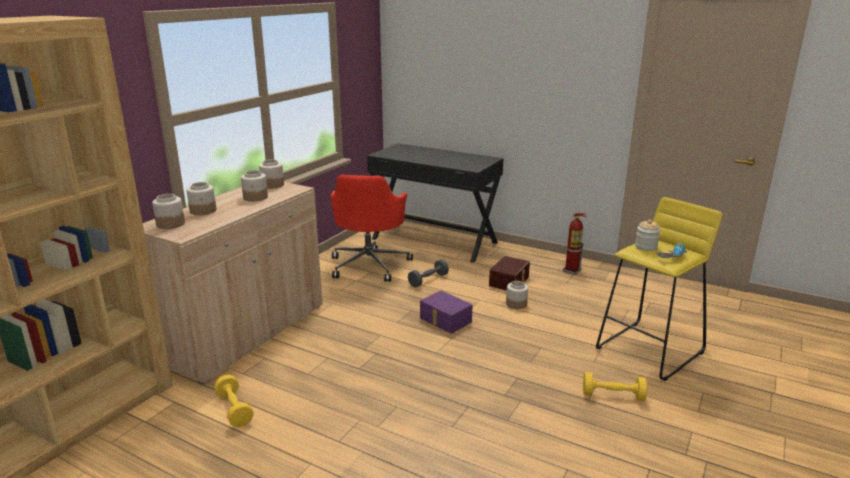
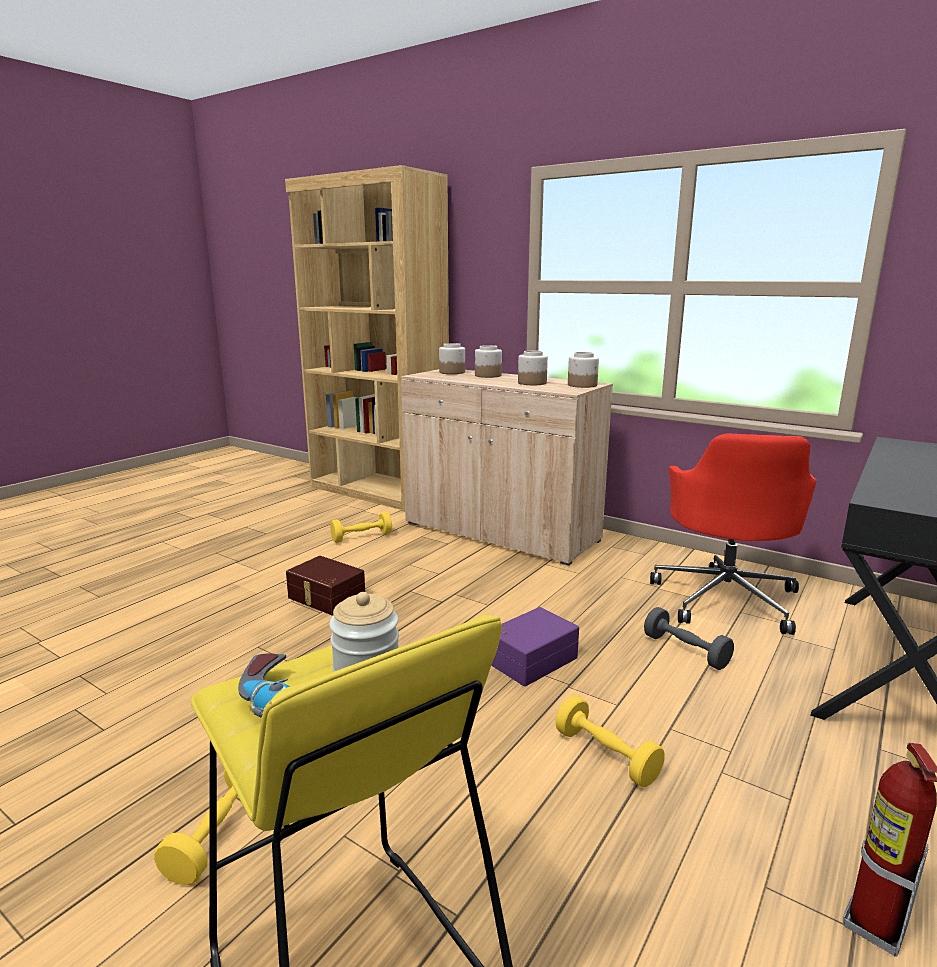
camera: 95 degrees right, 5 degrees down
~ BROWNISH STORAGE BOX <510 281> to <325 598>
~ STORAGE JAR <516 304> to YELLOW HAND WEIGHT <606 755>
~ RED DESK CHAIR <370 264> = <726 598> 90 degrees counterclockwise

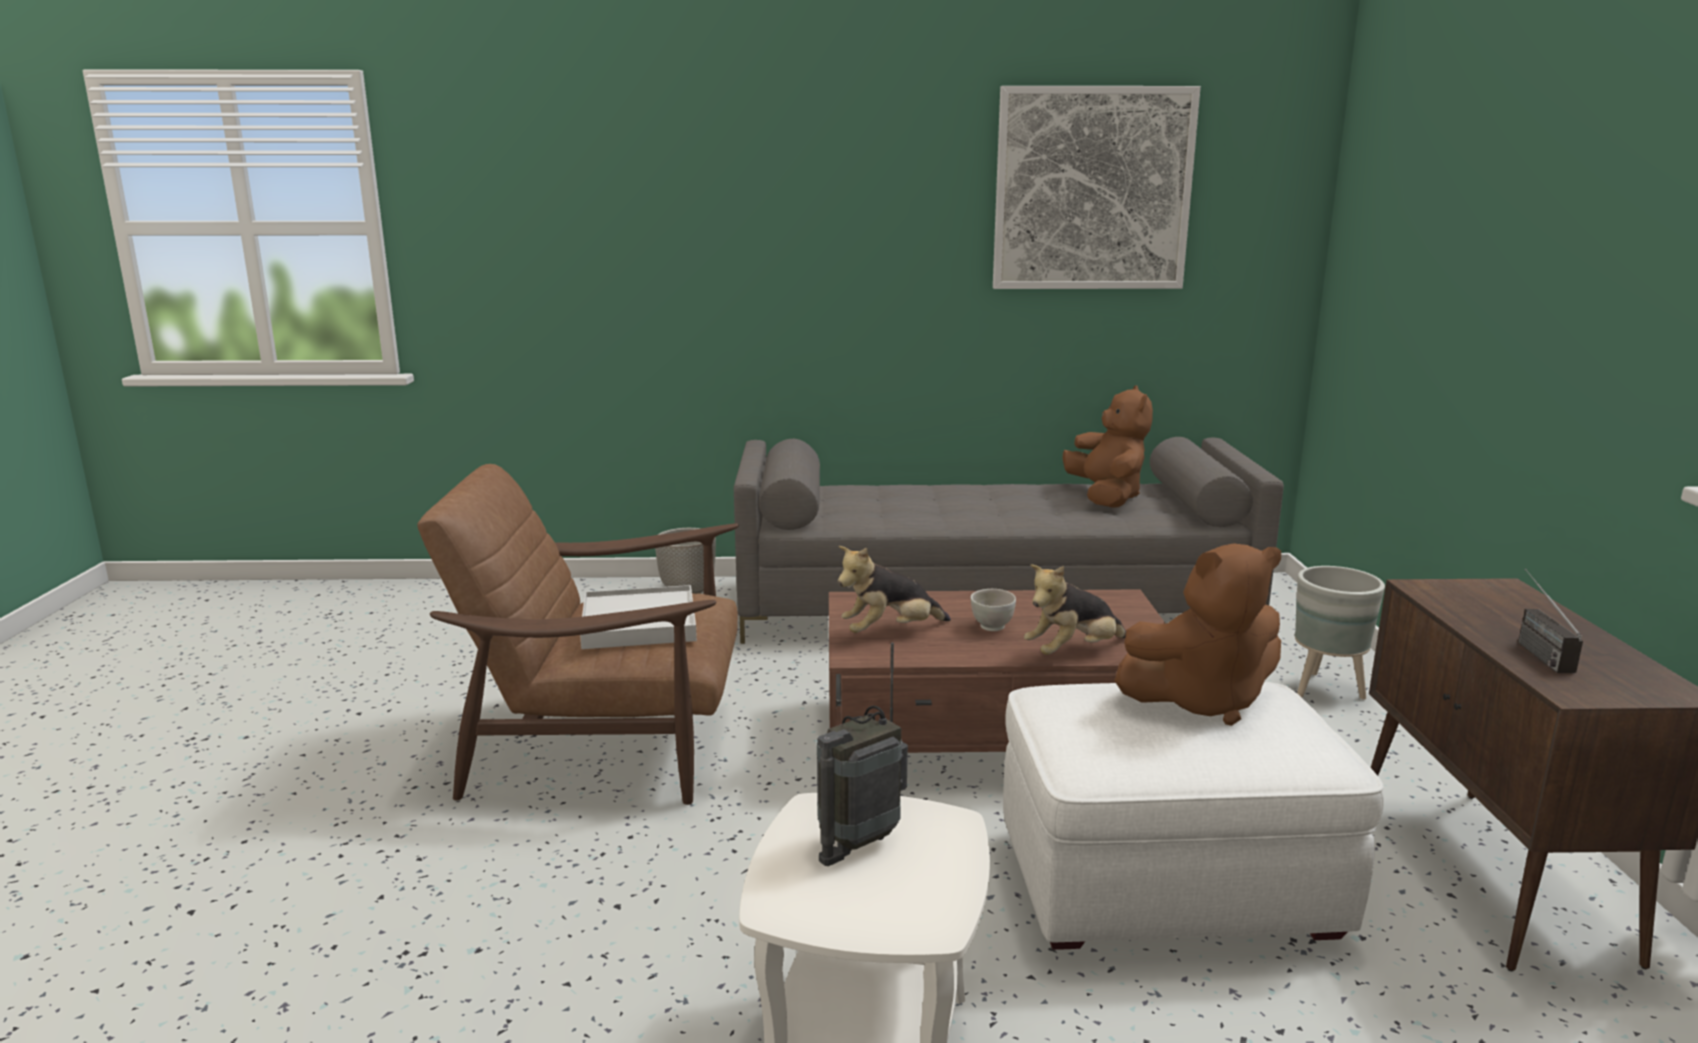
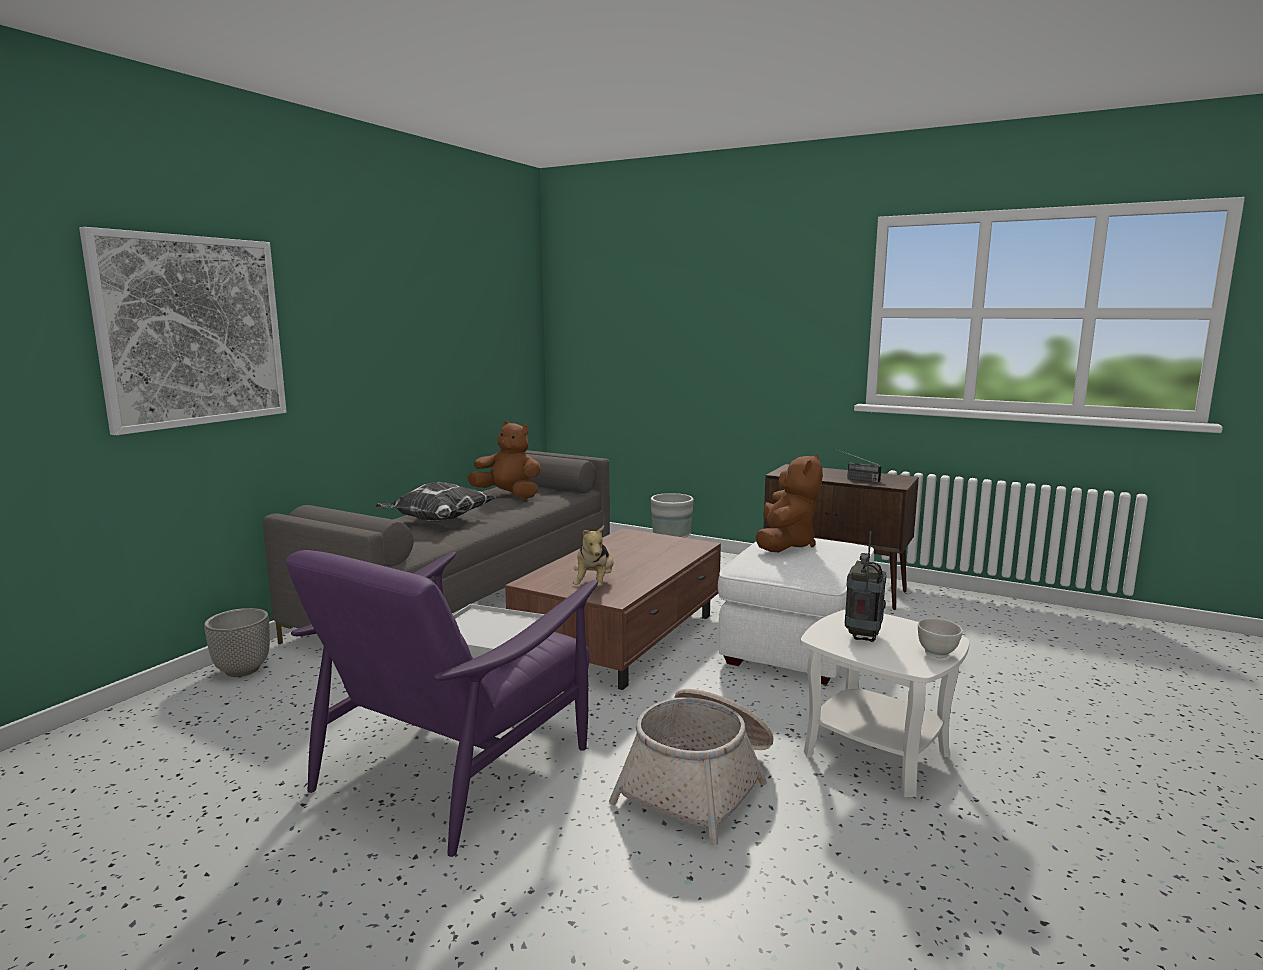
camera: 60 degrees left, 5 degrees down
- CUDDLY TOY <1073 652>
+ THROW PILLOW <437 521>
+ STORAGE BASKET <700 783>
~ WHITISH BOWL <992 627> to <937 654>
~ PICTURE <1092 189> to <193 331>
~ BROWNISH ARMCHAIR <607 744> to PURPLE-COLOURED ARMCHAIR <457 762>
~ RADIO RECEIVER <858 842> = <863 636> 150 degrees counterclockwise

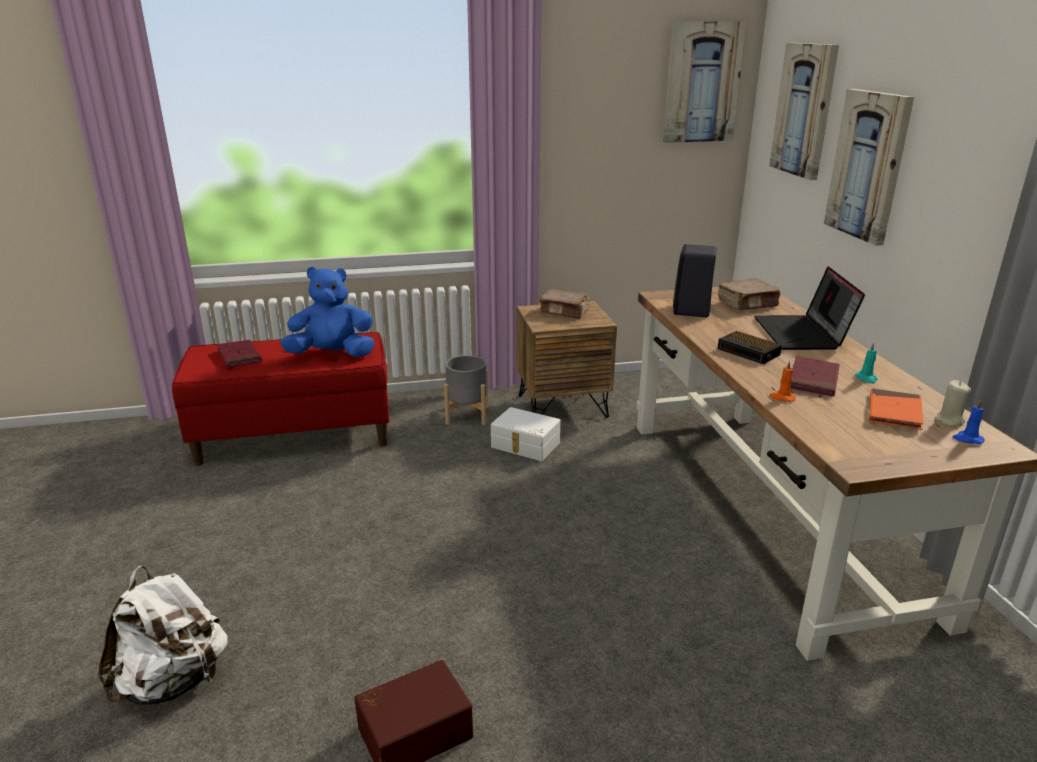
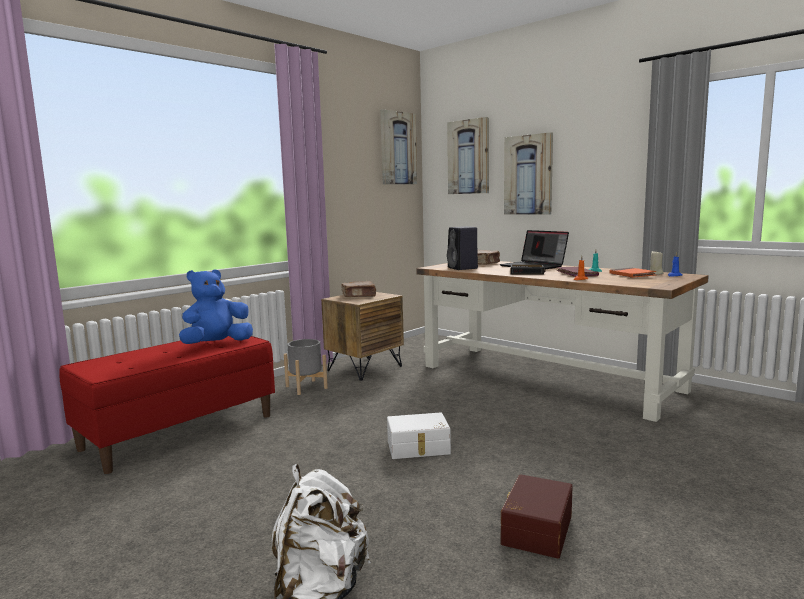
camera: 35 degrees left, 15 degrees down
- RED BOOK <239 356>
~ WHITISH STORAGE BOX <525 445> to <418 448>

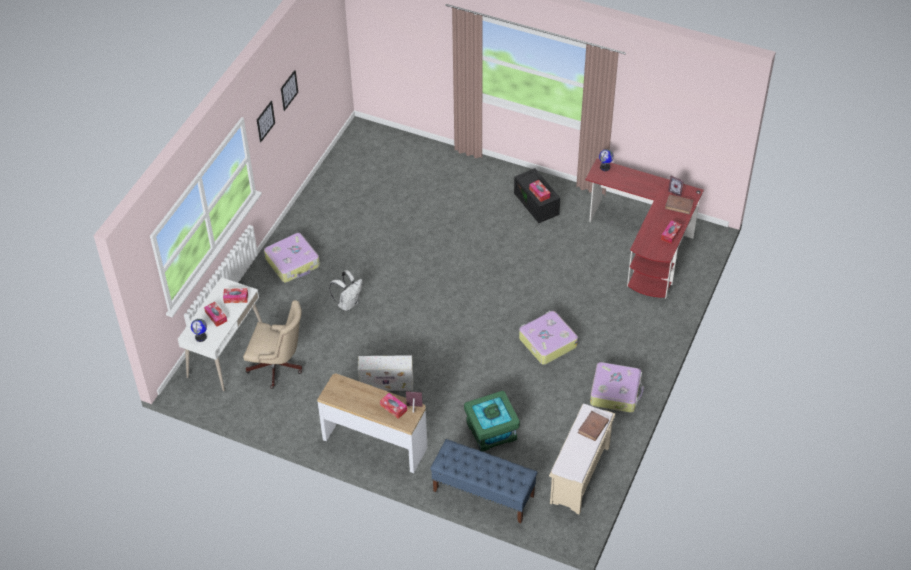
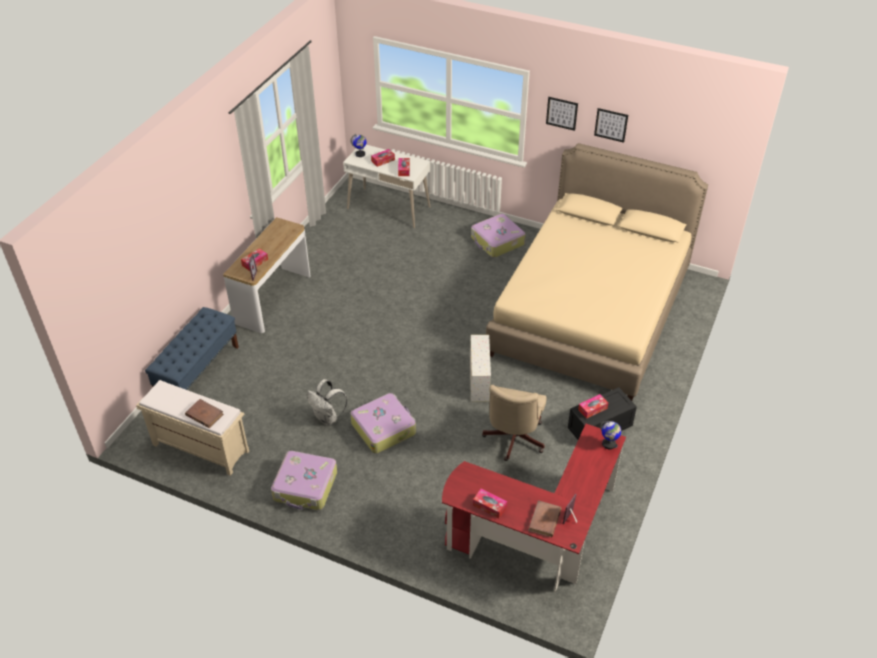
camera: 90 degrees right, 5 degrees down
- GREEN STORAGE BOX <491 431>
+ BEIGE-COLOURED SLEEPING BED <590 312>
~ BEIGE-COLOURED DESK CHAIR <278 367> to <513 440>
~ WHITISH KNAPSACK <348 303> to <328 418>
~ WHITISH STORAGE BOX <387 383> to <479 381>

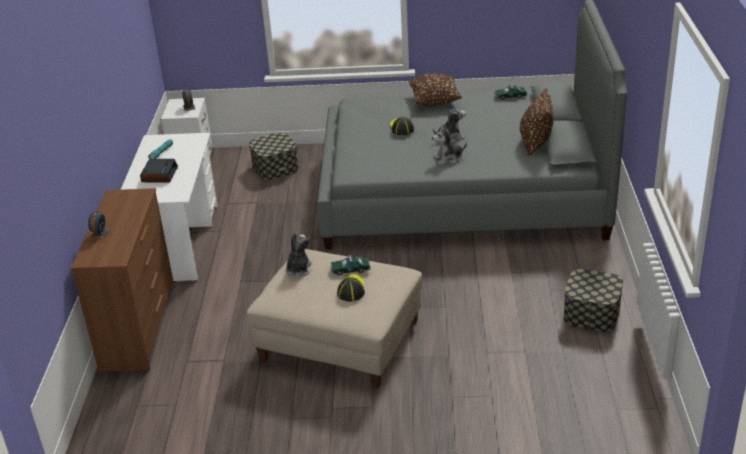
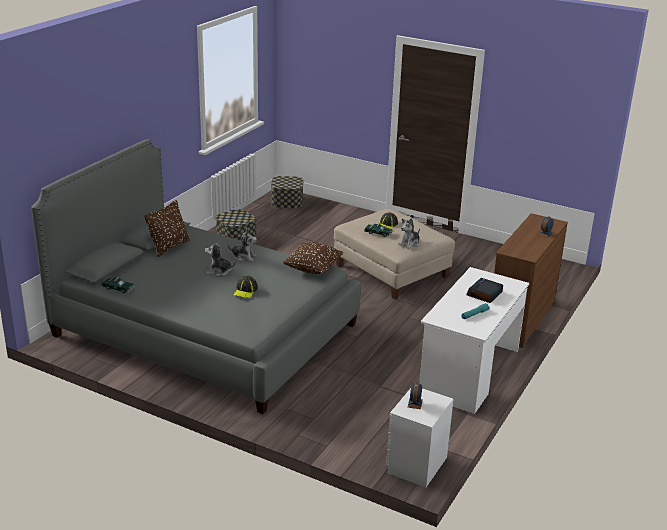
camera: 155 degrees left, 5 degrees down
~ STORAGE BOX <275 168> to <287 201>
~ BROWNISH THROW PILLOW <434 102> to <313 269>

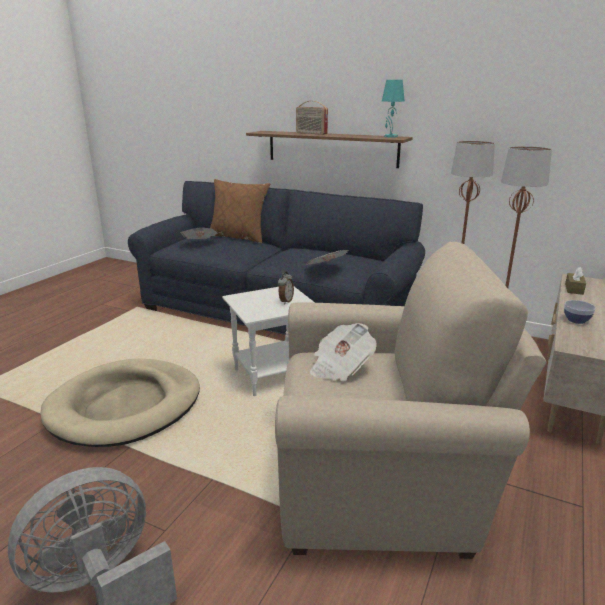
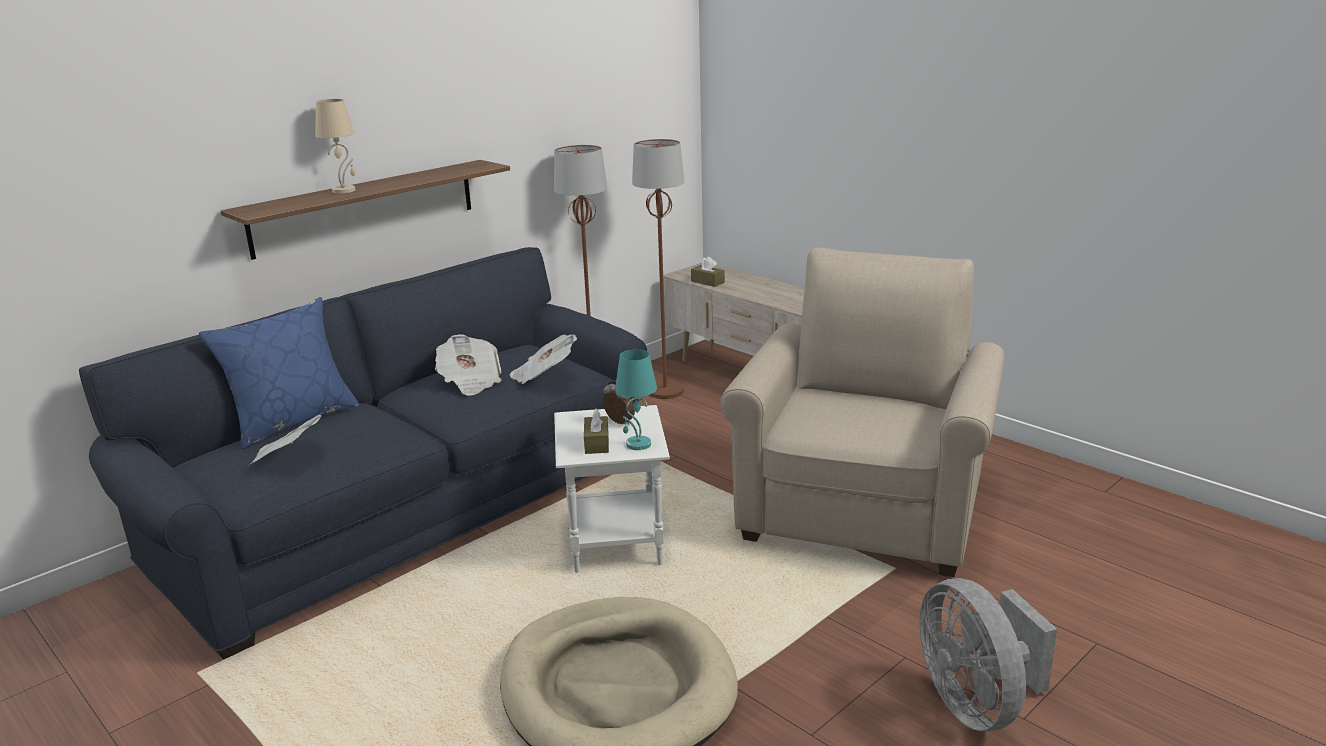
camera: 70 degrees left, 0 degrees up
- BOWL <576 320>
+ BROWNISH BOX OF TISSUES <596 443>
~ NEWSPAPER <340 367> to <470 382>
~ BLUE-GREEN LAMP FOR A TABLE <390 136> to <638 444>
~ RADIO RECEIVER <311 133> to BEIGE-COLOURED LAMP FOR A TABLE <344 190>
~ BROWNISH THROW PILLOW <238 237> to BLUISH THROW PILLOW <292 421>

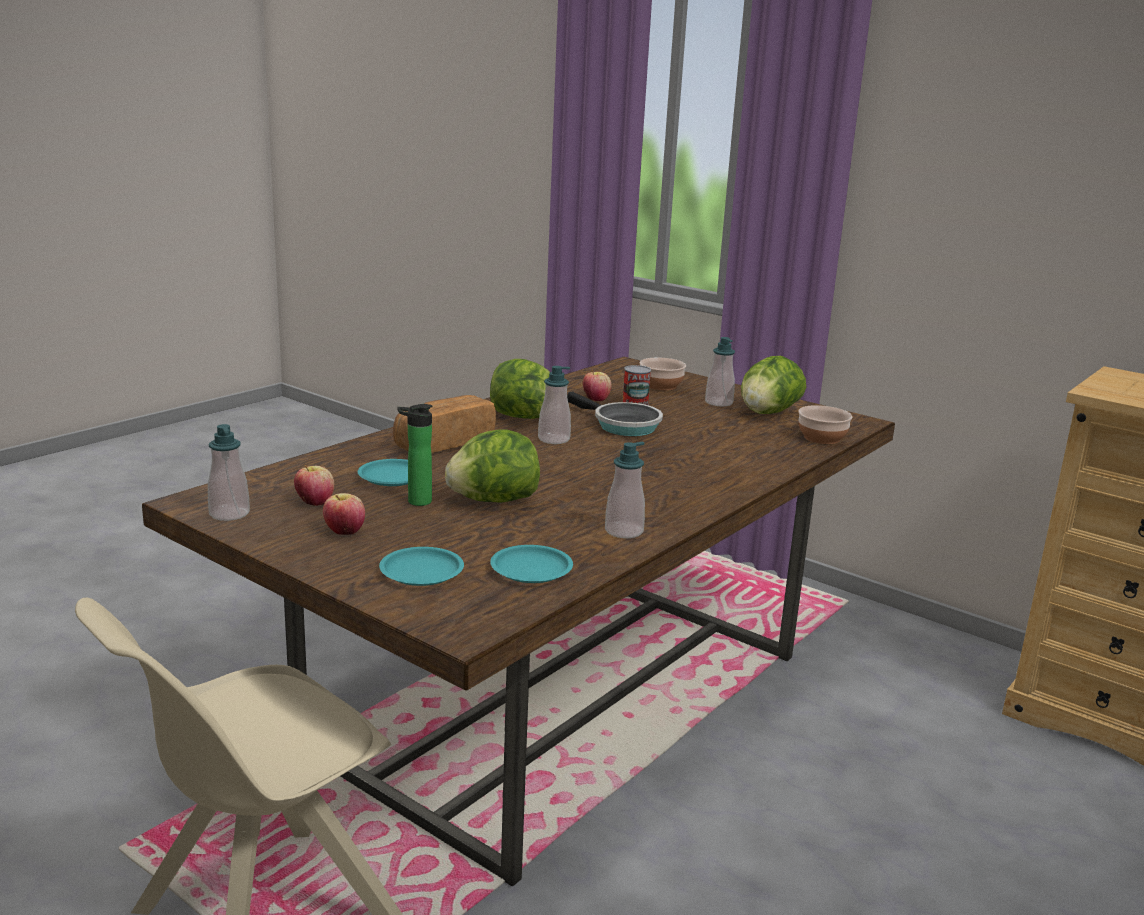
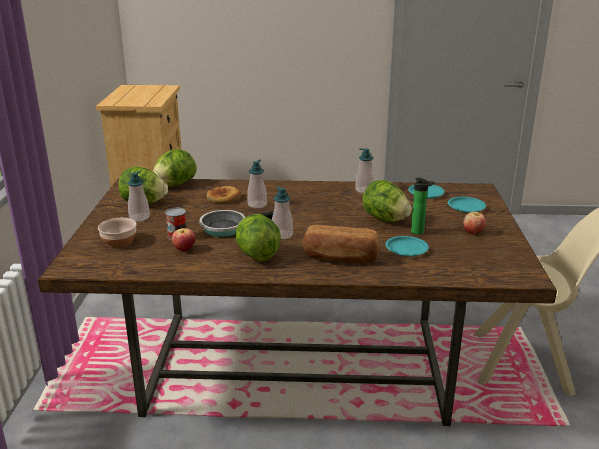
camera: 125 degrees left, 5 degrees up
- APPLE <315 502>
+ BAKED BREAD <224 198>
~ SOAP BOTTLE <229 514> to <257 205>
~ BOWL <821 438> to HEAD OF LETTUCE <174 185>
~ SKILLET <622 425> = <227 227> 120 degrees counterclockwise

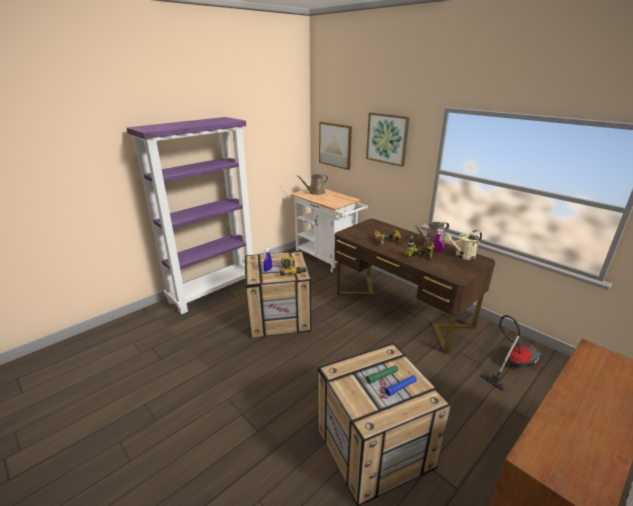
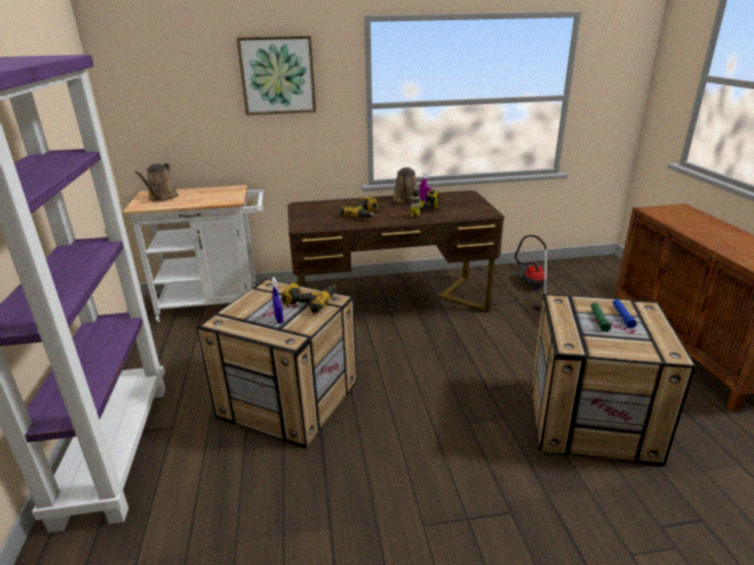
camera: 55 degrees left, 0 degrees up
- PICTURE <335 145>
- BEIGE-COLOURED WATERING CAN <462 256>

